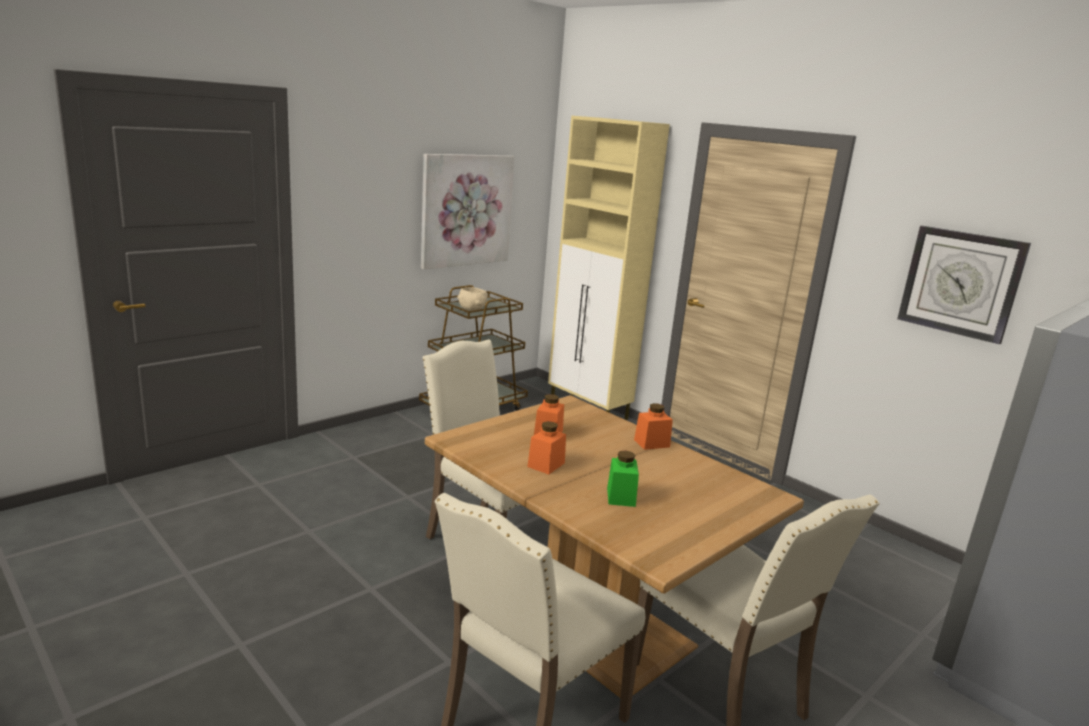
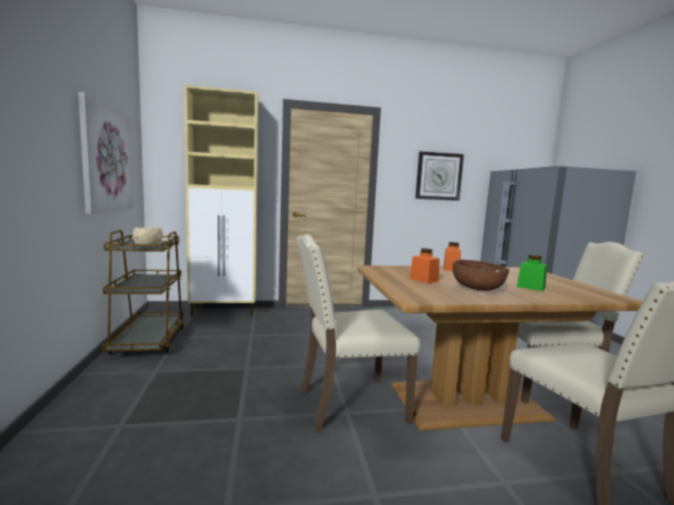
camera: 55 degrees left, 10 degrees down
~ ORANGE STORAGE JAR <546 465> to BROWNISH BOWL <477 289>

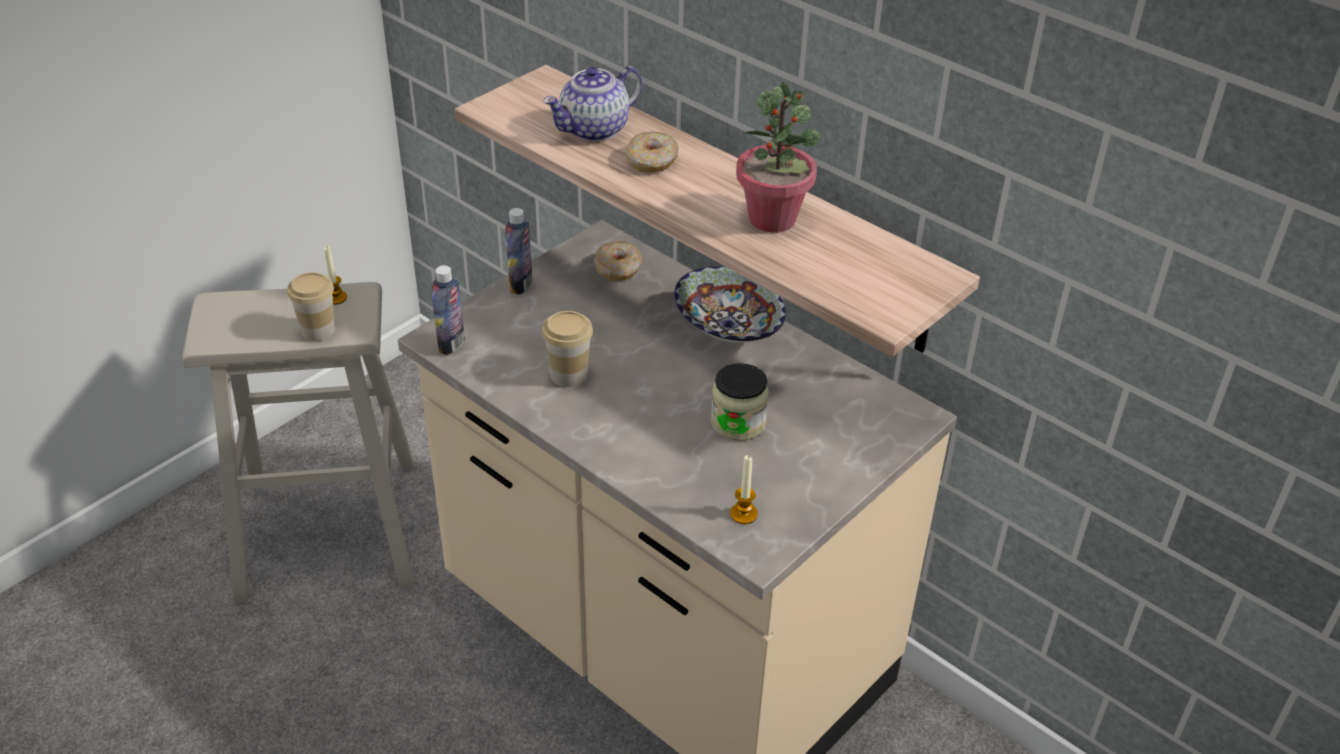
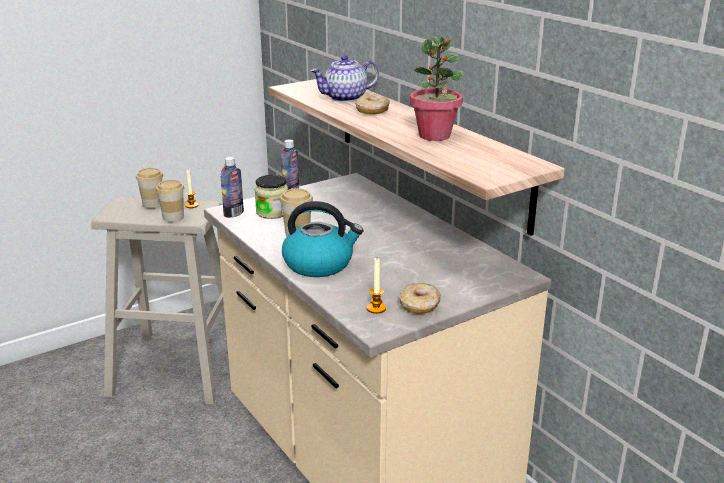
camera: 15 degrees right, 15 degrees down
- BOWL <726 330>
+ DRINKING CUP <153 204>
+ KETTLE <319 264>
~ DONUT <618 269> to <419 305>
~ STORAGE JAR <738 423> to <272 212>

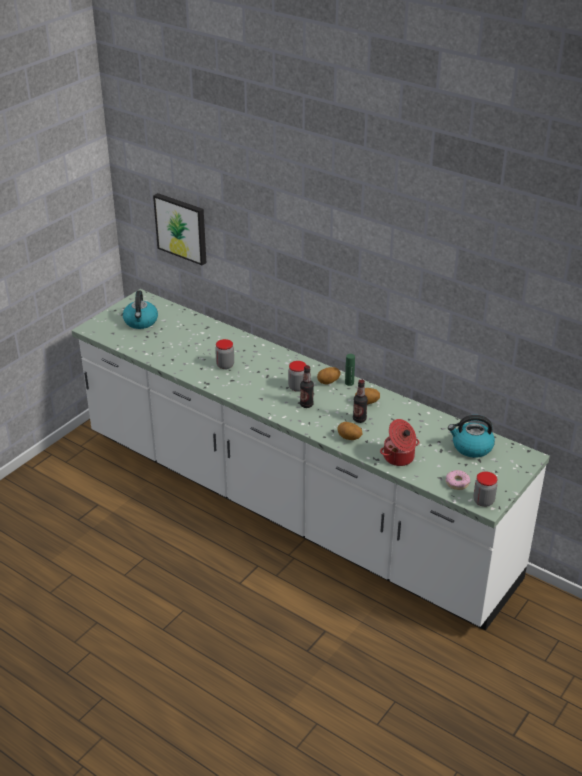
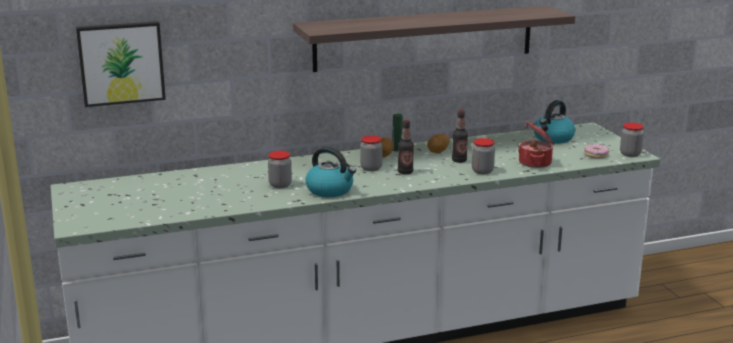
camera: 55 degrees left, 15 degrees down
+ BRACKET SHELF <424 38>
~ KETTLE <141 322> to <330 190>
~ POTATO <349 438> to STORAGE JAR <482 171>

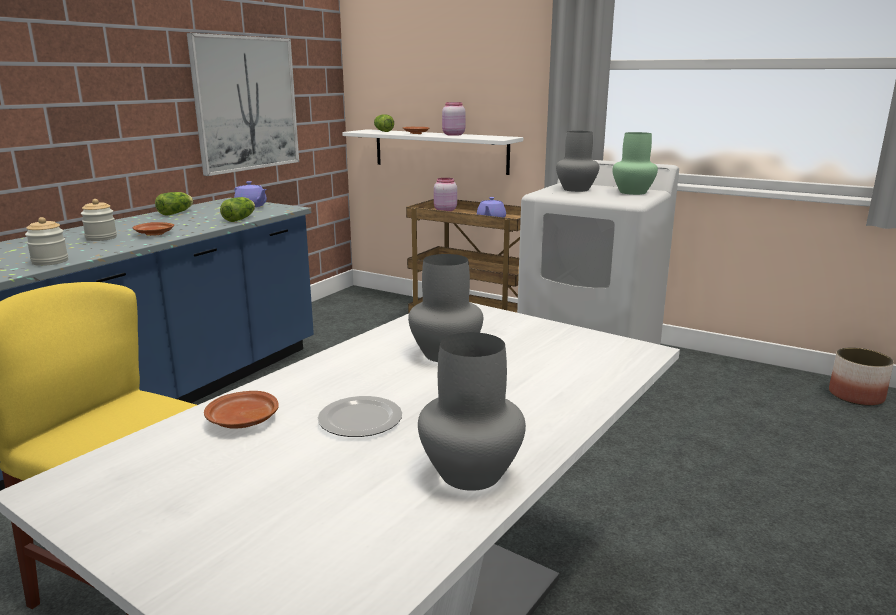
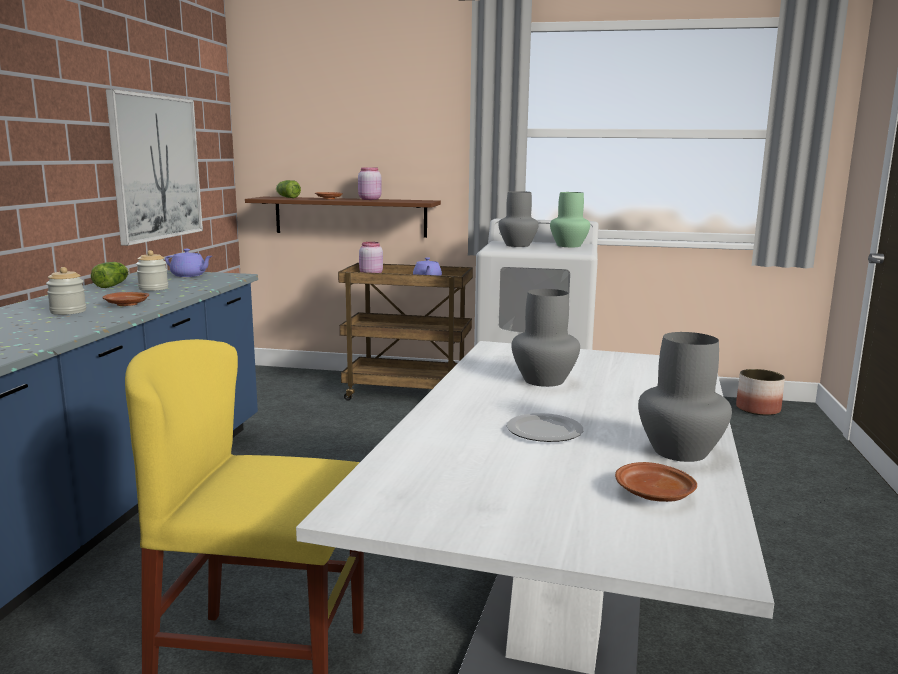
camera: 20 degrees left, 5 degrees down
- HEAD OF LETTUCE <240 219>
~ STORAGE JAR <50 261> to <153 288>
~ BROWNISH FLAT DISH <243 421> to <654 495>
~ WHITISH BRACKET SHELF <440 151> to BROWNISH BRACKET SHELF <350 216>

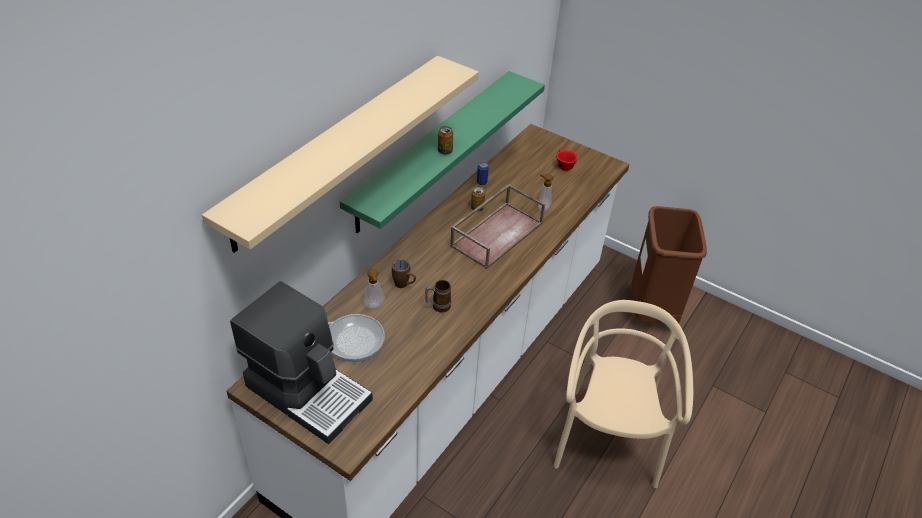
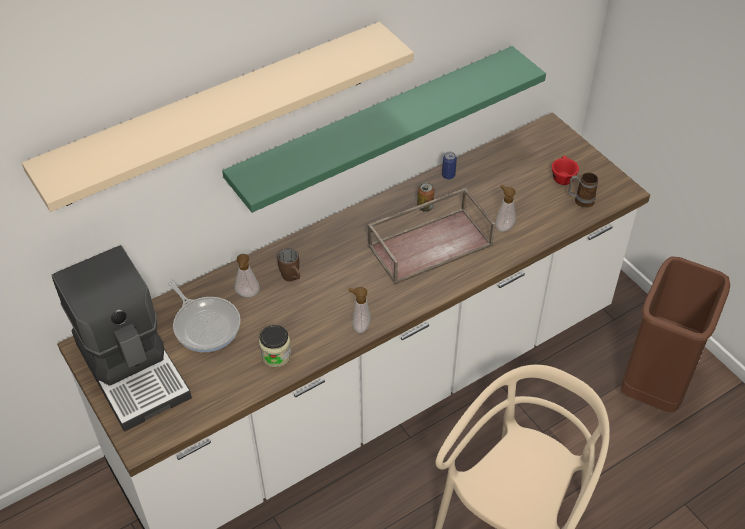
camera: 25 degrees right, 5 degrees up
- METAL CAN <445 151>
+ STORAGE JAR <276 355>
+ SOAP BOTTLE <359 326>
~ MUG <437 307> to <580 201>

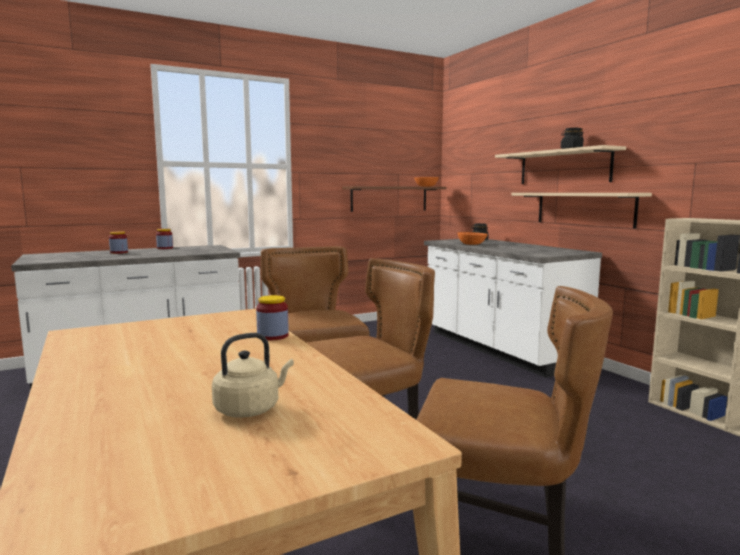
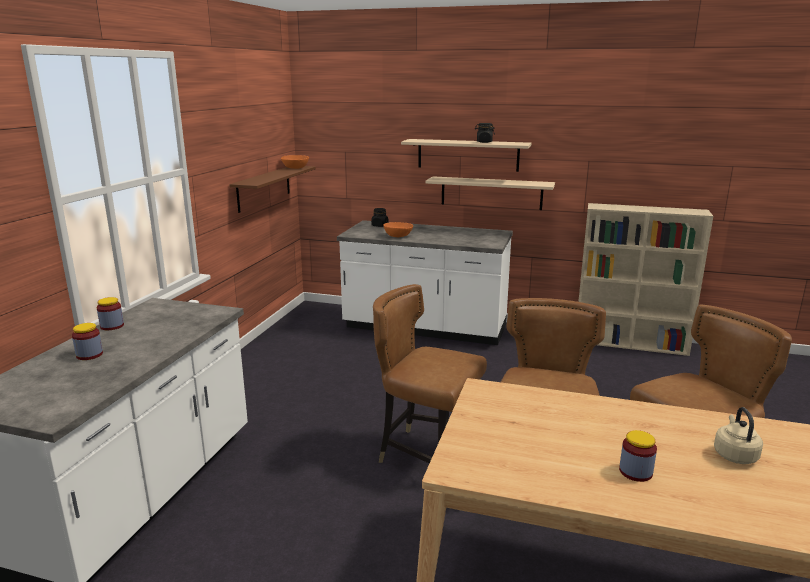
camera: 45 degrees left, 10 degrees up
~ STORAGE JAR <273 336> to <635 472>

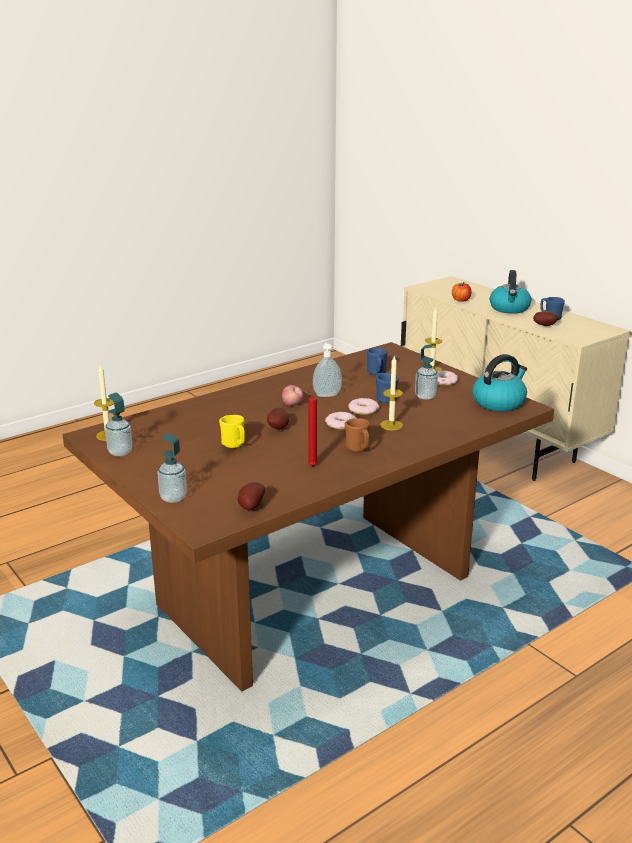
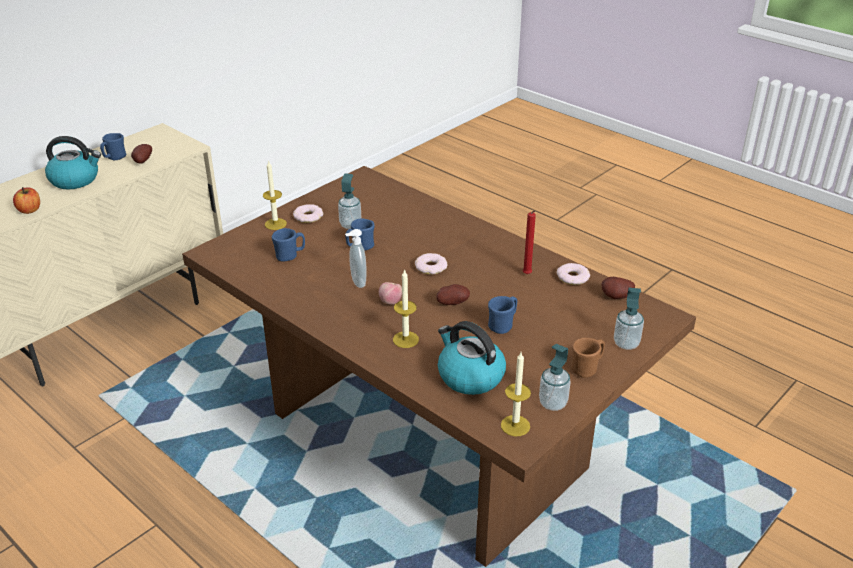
camera: 100 degrees left, 10 degrees up
~ BROWNISH MUG <358 449> to <587 368>
~ DONUT <363 410> to <572 277>
~ CANDLE <391 425> to <405 339>
~ KETTLE <499 402> to <469 376>
~ YELLOW MUG <235 445> to BLUISH MUG <503 325>

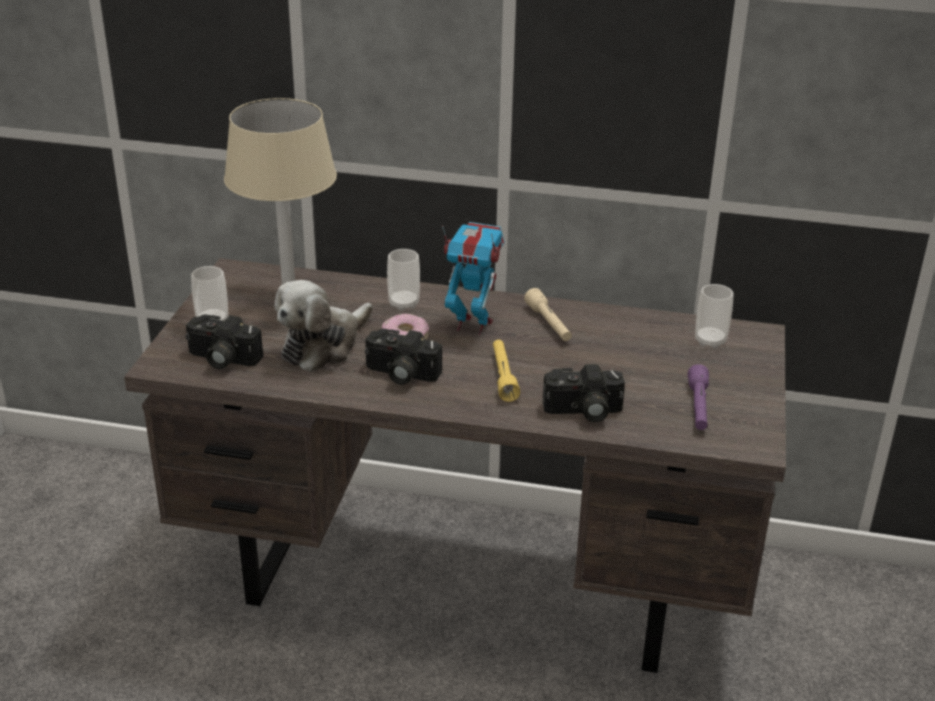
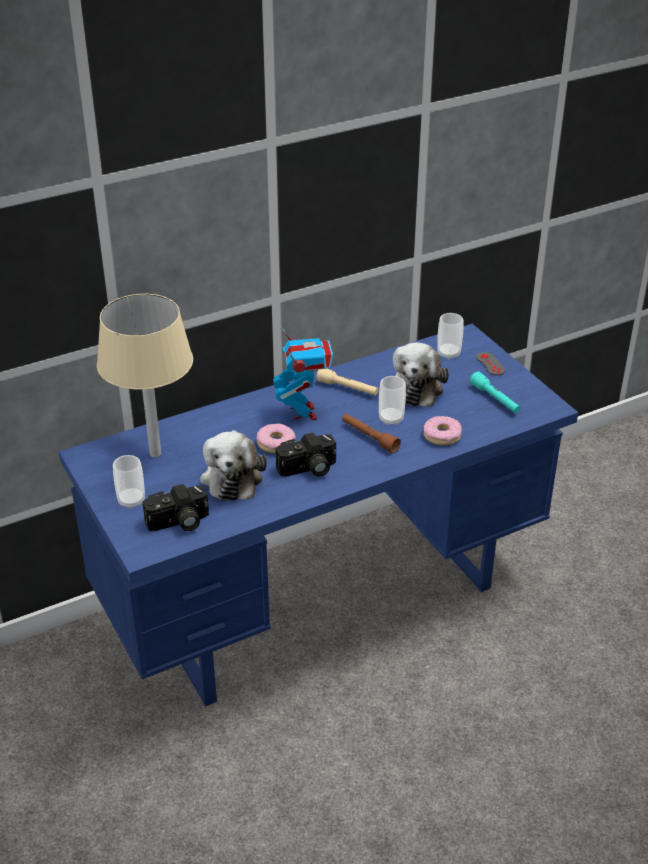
camera: 40 degrees left, 5 degrees up
+ CUDDLY TOY <416 386>
+ GREYISH GAMEPAD <490 364>
~ DRINKING CUP <404 304> to <391 419>
~ STILL CAMERA <583 411> to DONUT <442 436>
~ BROWNISH DESK UNIT <467 578> to BLUISH DESK UNIT <325 599>
~ YELLOW TORCH <503 376> to BROWNISH TORCH <369 437>
~ PURPLE-COLOURED TORCH <698 407> to BLUE-GREEN TORCH <495 399>
~ MODEL ROBOT <472 324> = <304 412> 105 degrees clockwise

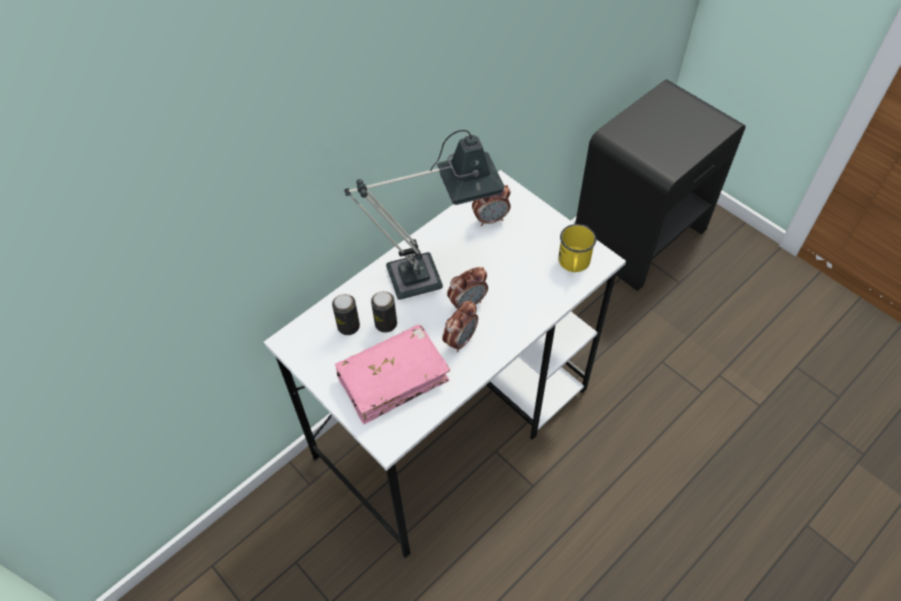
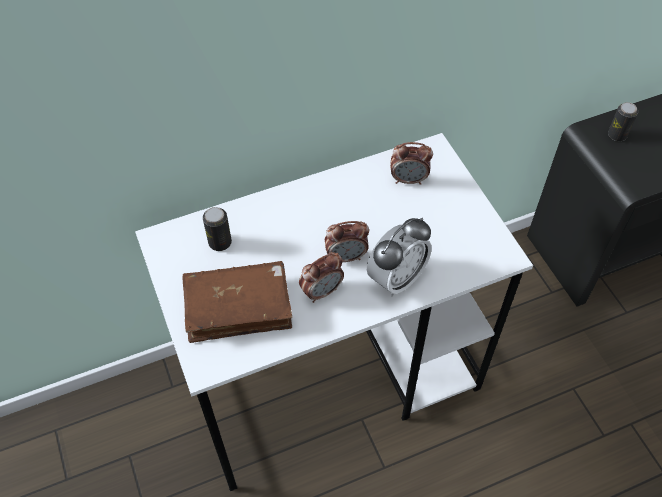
camera: 20 degrees right, 0 degrees up
- LAMP FOR A TABLE <428 274>
- YELLOW MUG <573 264>
+ TABLE CLOCK <396 278>
~ METAL CAN <386 324> to <617 135>
~ PINK BOOK <393 379> to BROWNISH BOOK <238 308>

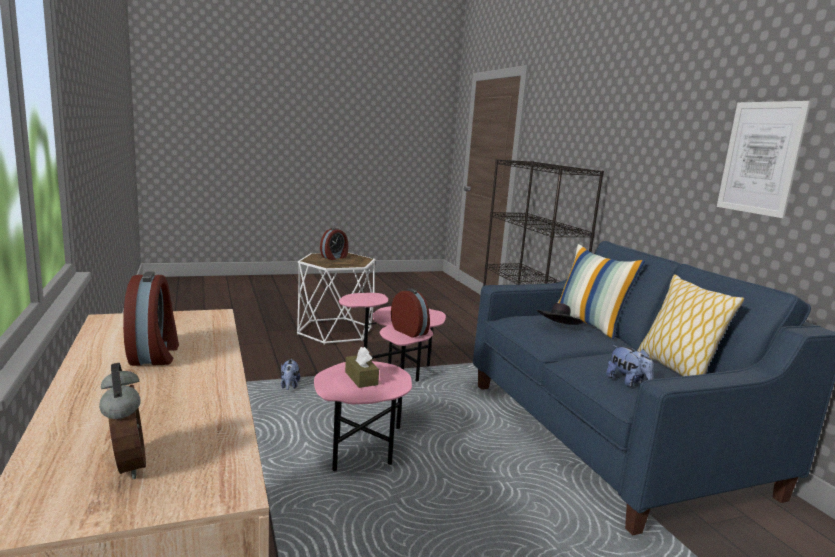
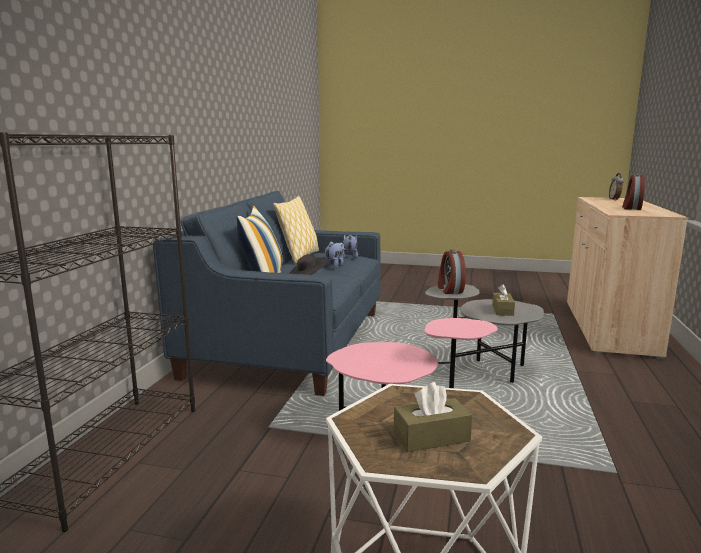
camera: 145 degrees left, 0 degrees up
- PICTURE <760 158>
~ CUDDLY TOY <289 386> to <335 265>
~ TABLE CLOCK <334 257> to BROWNISH BOX OF TISSUES <431 437>
~ PINK ACCENT TABLE <371 446> to GREYISH ACCENT TABLE <484 374>

